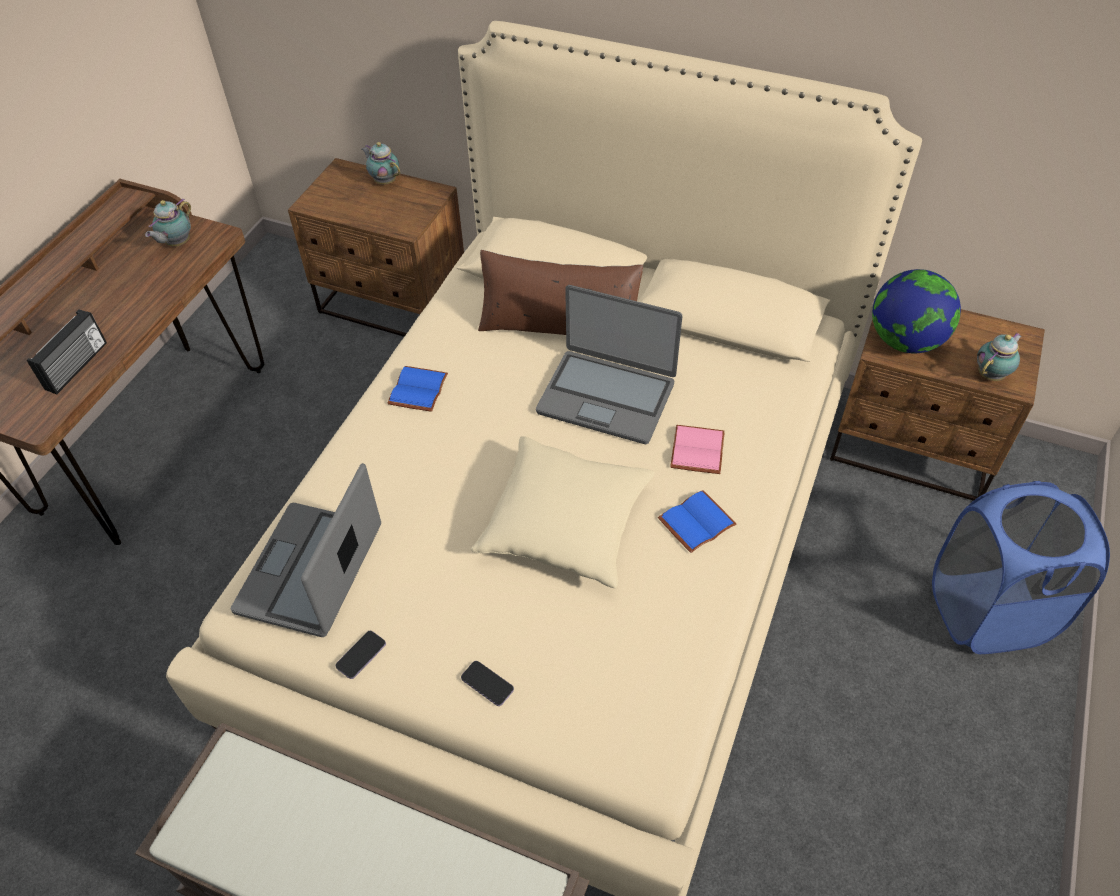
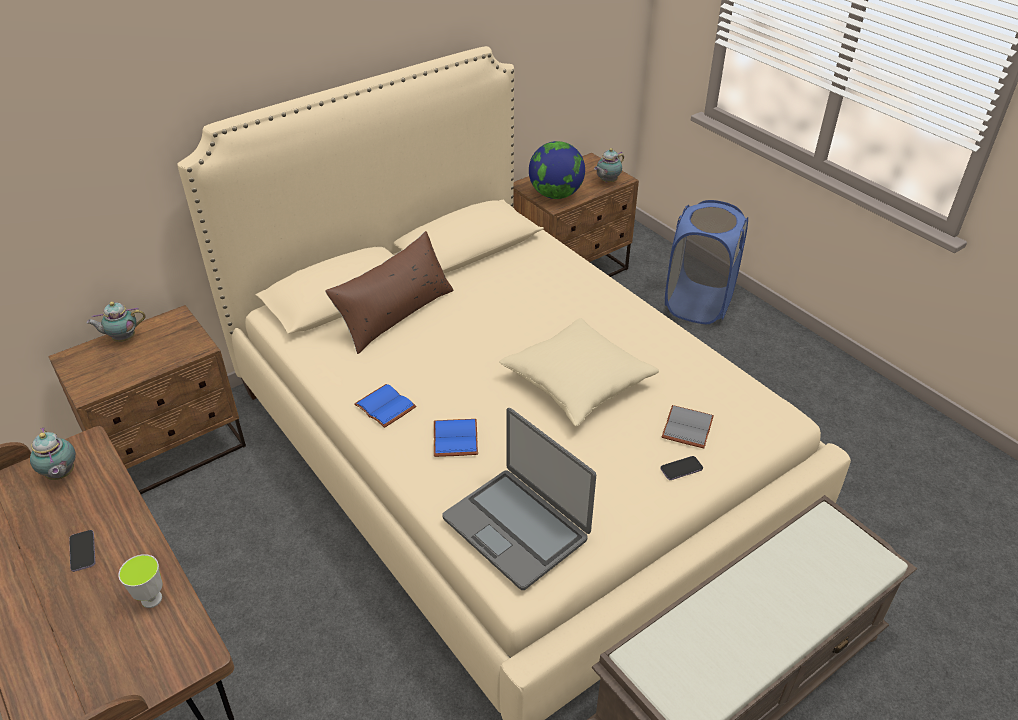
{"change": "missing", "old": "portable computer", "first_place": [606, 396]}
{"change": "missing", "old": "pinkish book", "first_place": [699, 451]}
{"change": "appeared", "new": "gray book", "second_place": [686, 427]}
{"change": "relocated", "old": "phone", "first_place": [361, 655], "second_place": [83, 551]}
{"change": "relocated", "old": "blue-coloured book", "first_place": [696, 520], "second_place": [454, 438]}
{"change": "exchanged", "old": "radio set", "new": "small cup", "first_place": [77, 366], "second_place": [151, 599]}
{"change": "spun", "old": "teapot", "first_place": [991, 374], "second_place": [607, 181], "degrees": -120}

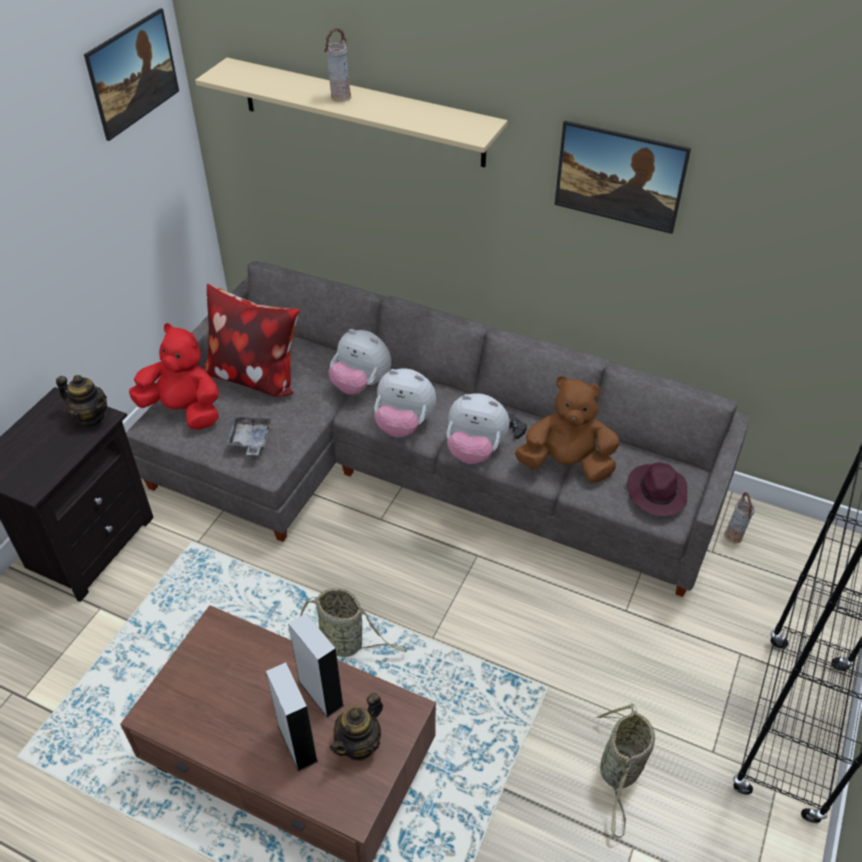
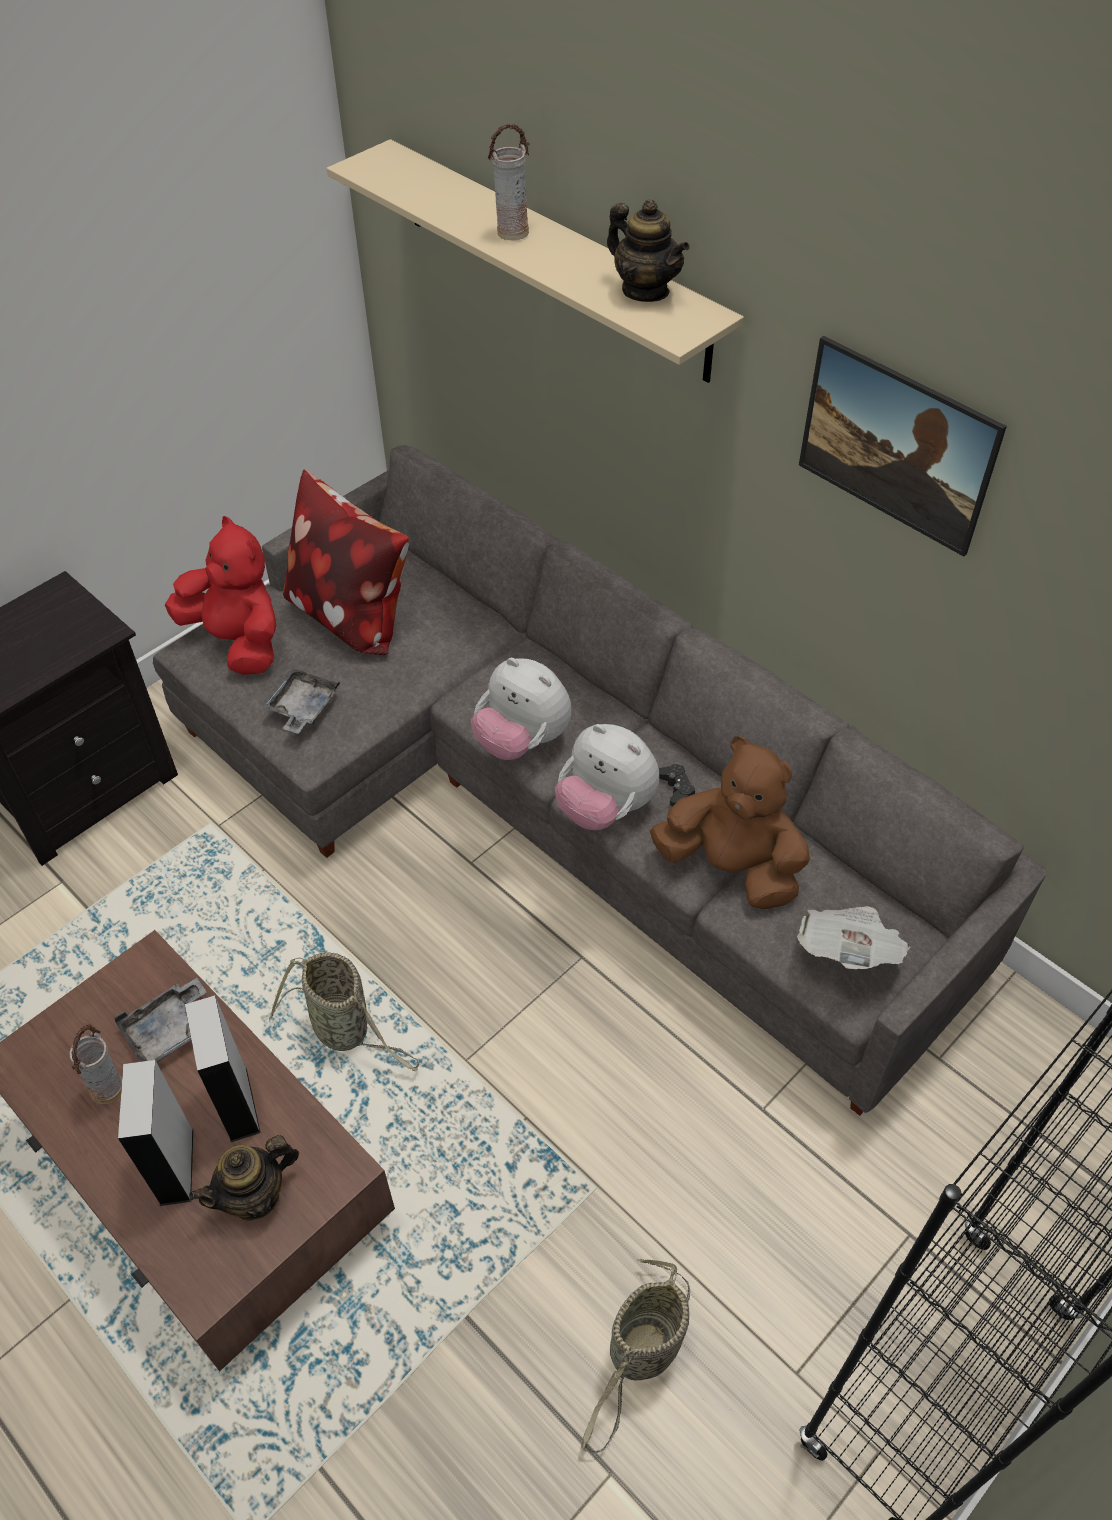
{"change": "missing", "old": "wall picture", "first_place": [138, 94]}
{"change": "missing", "old": "plush toy", "first_place": [361, 385]}
{"change": "appeared", "new": "gray serving tray", "second_place": [169, 1030]}
{"change": "relocated", "old": "teapot", "first_place": [91, 417], "second_place": [645, 291]}
{"change": "relocated", "old": "flower vase", "first_place": [734, 536], "second_place": [109, 1089]}
{"change": "exchanged", "old": "purple-coloured wearable hat", "new": "daily paper", "first_place": [656, 492], "second_place": [848, 951]}

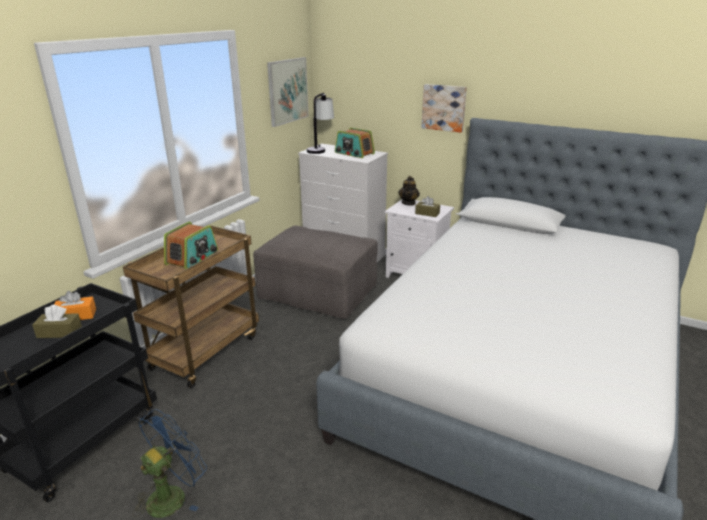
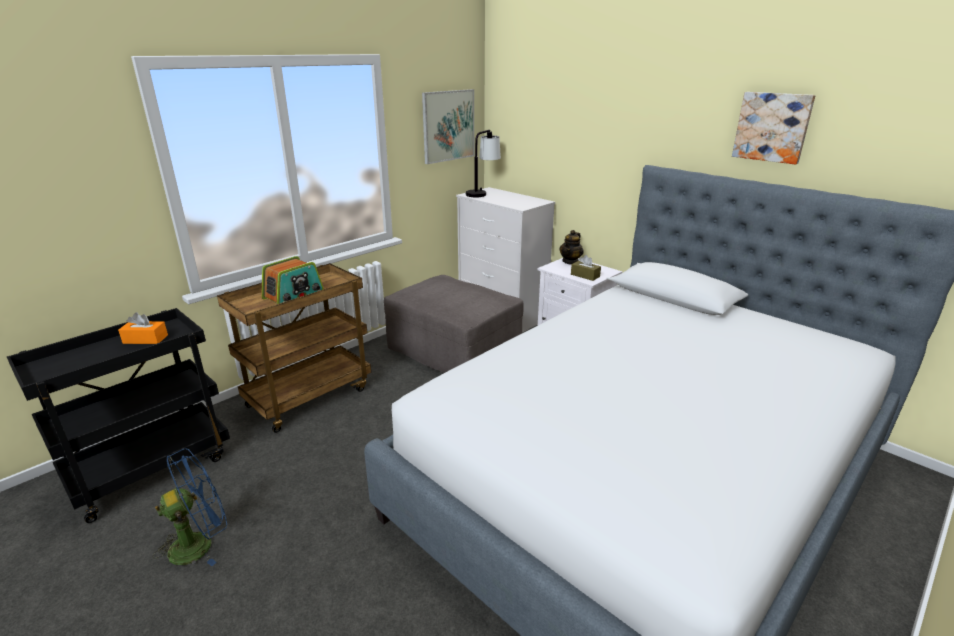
{"change": "missing", "old": "brownish tissue holder", "first_place": [59, 332]}
{"change": "missing", "old": "radio set", "first_place": [354, 153]}
{"change": "relocated", "old": "wall picture", "first_place": [444, 107], "second_place": [772, 127]}

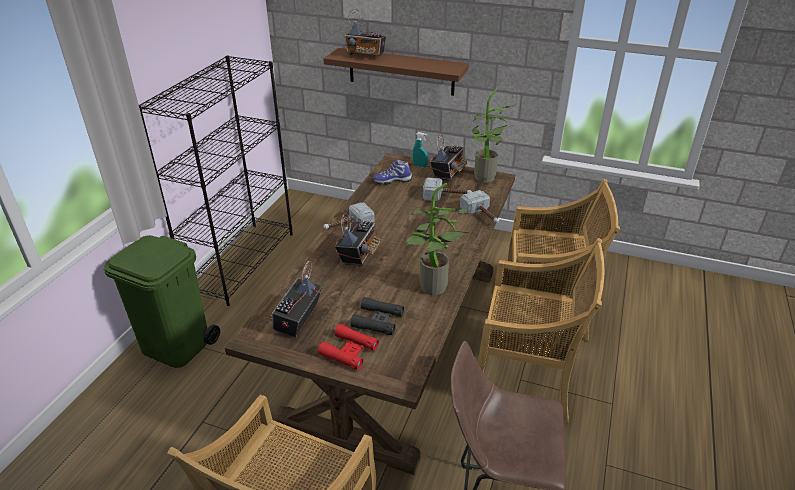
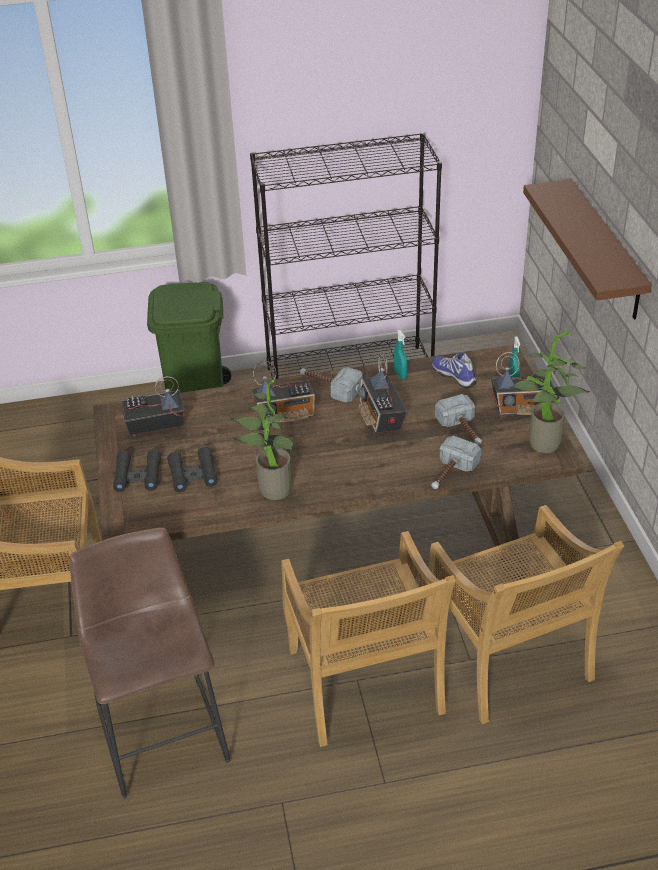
{"change": "appeared", "new": "blue-green sprayer", "second_place": [400, 374]}
{"change": "relocated", "old": "radio set", "first_place": [366, 55], "second_place": [381, 419]}
{"change": "colour", "old": "red-coloured pair of binoculars", "new": "black-coloured pair of binoculars", "first_place": [349, 351], "second_place": [138, 476]}

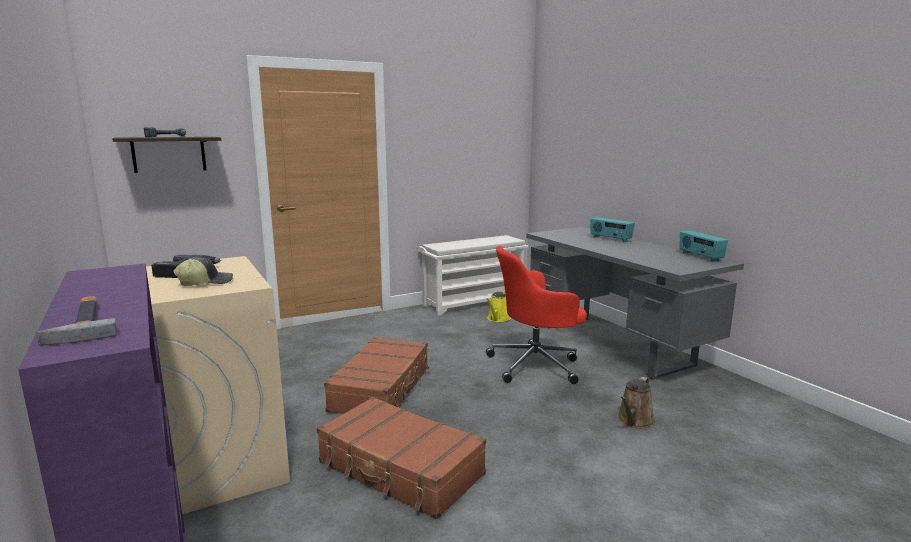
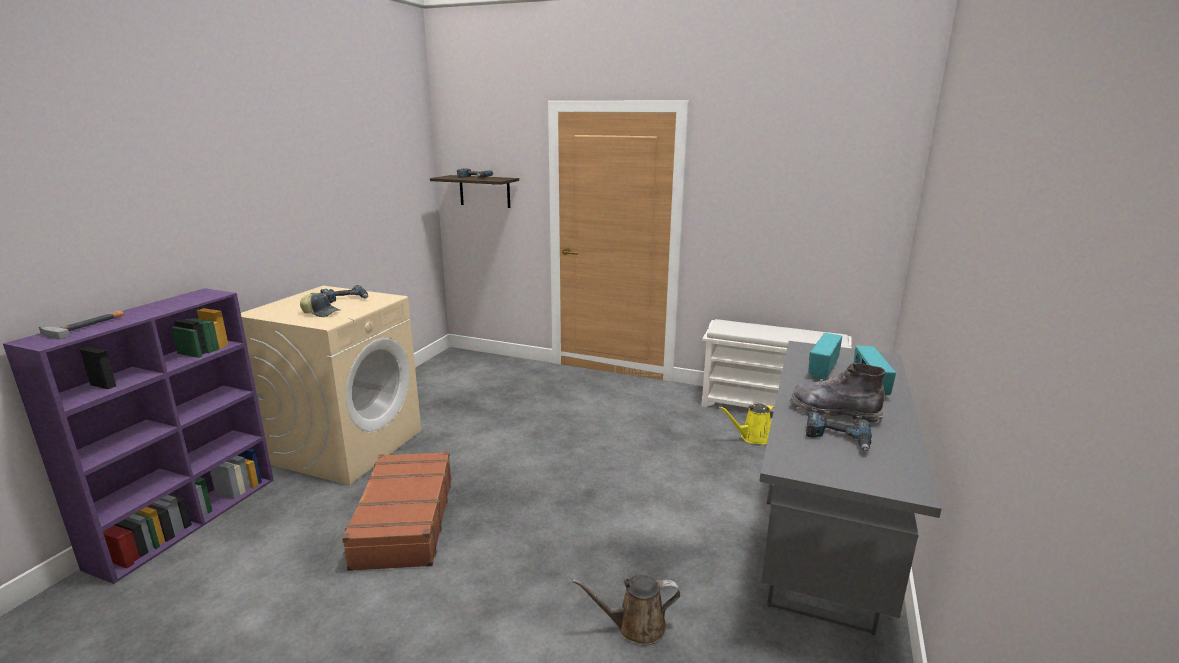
{"change": "missing", "old": "brownish travel case", "first_place": [382, 389]}
{"change": "missing", "old": "red-coloured office chair", "first_place": [536, 365]}
{"change": "appeared", "new": "gray tall boot", "second_place": [834, 412]}
{"change": "appeared", "new": "power drill", "second_place": [837, 438]}
{"change": "relocated", "old": "radio set", "first_place": [700, 257], "second_place": [822, 369]}

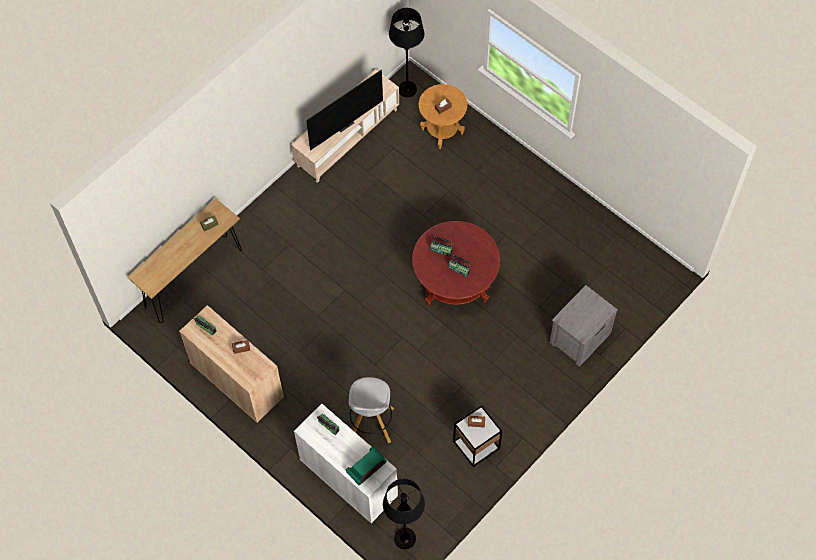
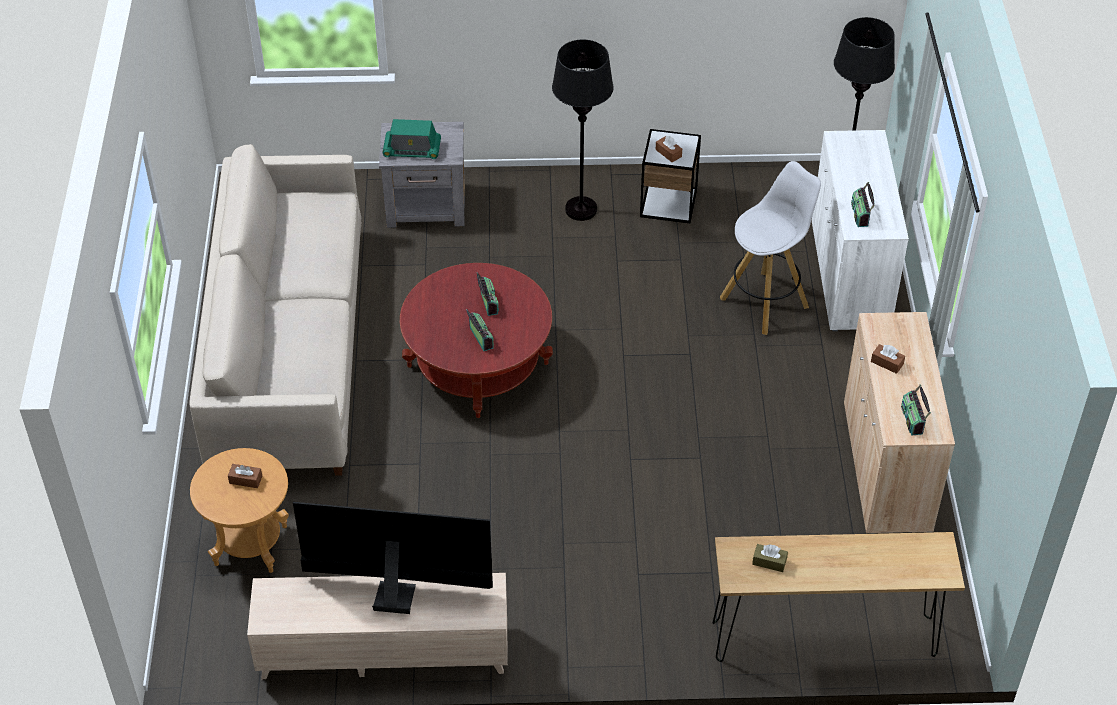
{"change": "appeared", "new": "beige settee", "second_place": [288, 348]}
{"change": "relocated", "old": "radio set", "first_place": [366, 467], "second_place": [412, 150]}
{"change": "relocated", "old": "black-coloured standard lamp", "first_place": [407, 89], "second_place": [580, 209]}

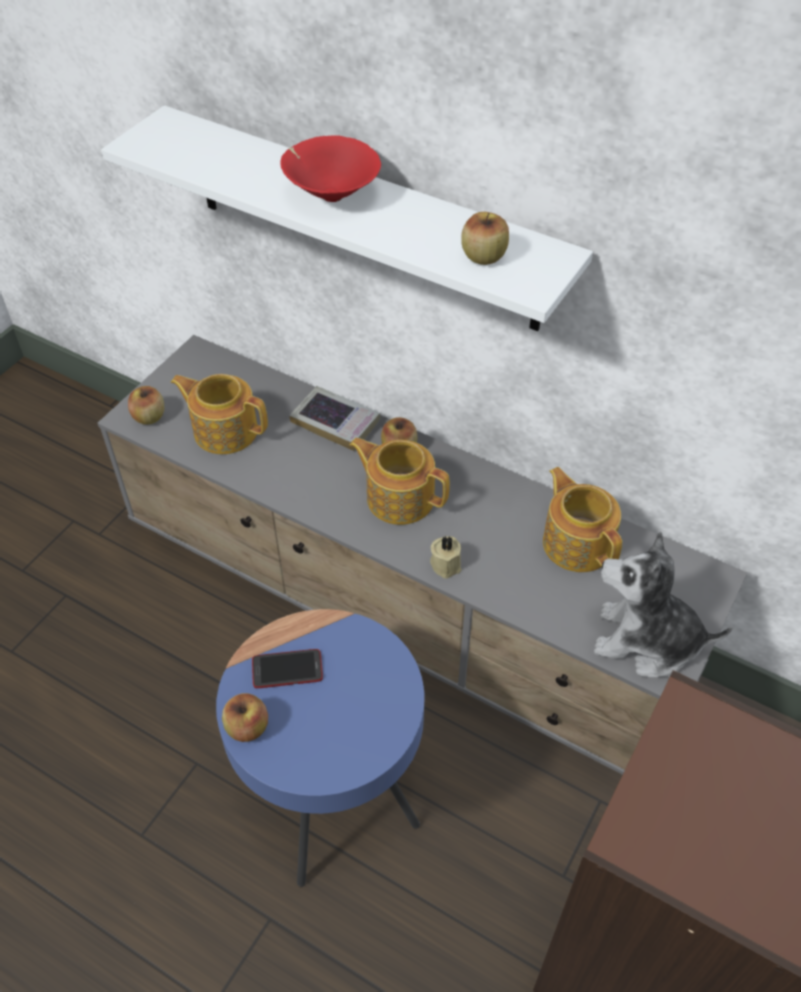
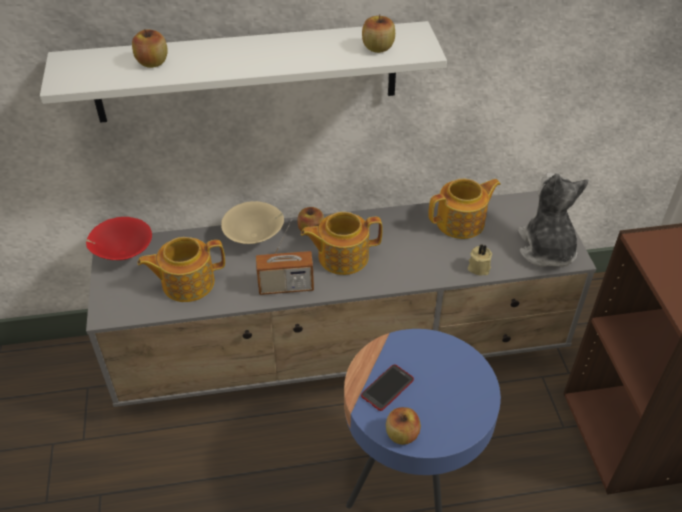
{"change": "appeared", "new": "radio set", "second_place": [286, 286]}
{"change": "relocated", "old": "apple", "first_place": [149, 417], "second_place": [152, 62]}
{"change": "relocated", "old": "red-coloured deep dish", "first_place": [330, 195], "second_place": [122, 254]}
{"change": "relocated", "old": "beige wax light", "first_place": [446, 563], "second_place": [478, 267]}
{"change": "exchanged", "old": "book", "new": "beige deep dish", "first_place": [335, 422], "second_place": [255, 238]}
{"change": "spun", "old": "teapot", "first_place": [577, 542], "second_place": [461, 222], "degrees": 135}
{"change": "spun", "old": "plush toy", "first_place": [646, 641], "second_place": [546, 249], "degrees": 105}

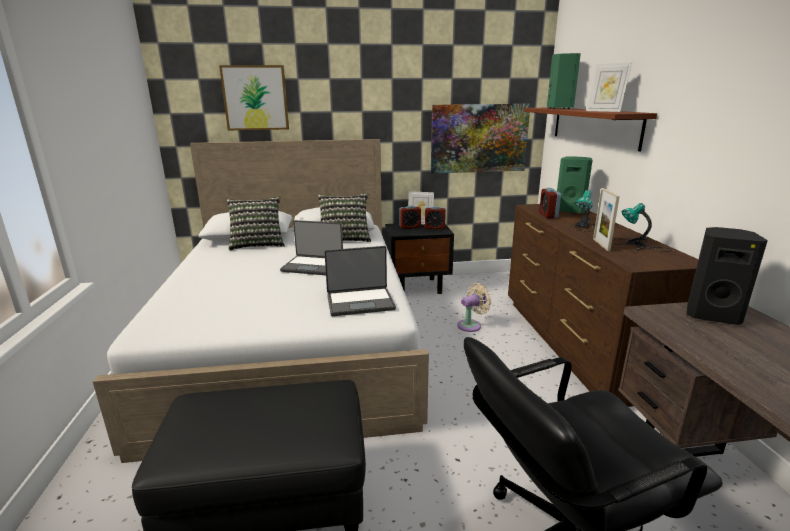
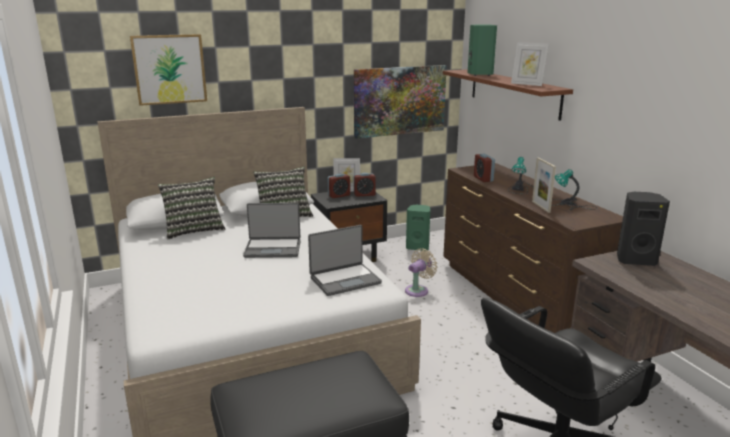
{"change": "relocated", "old": "green-coloured speaker", "first_place": [570, 211], "second_place": [418, 247]}

